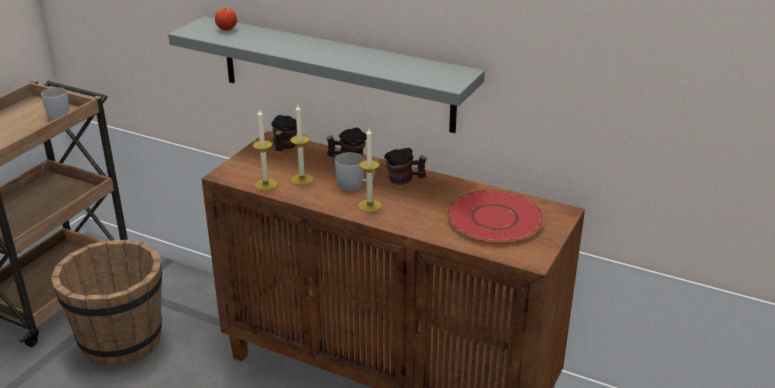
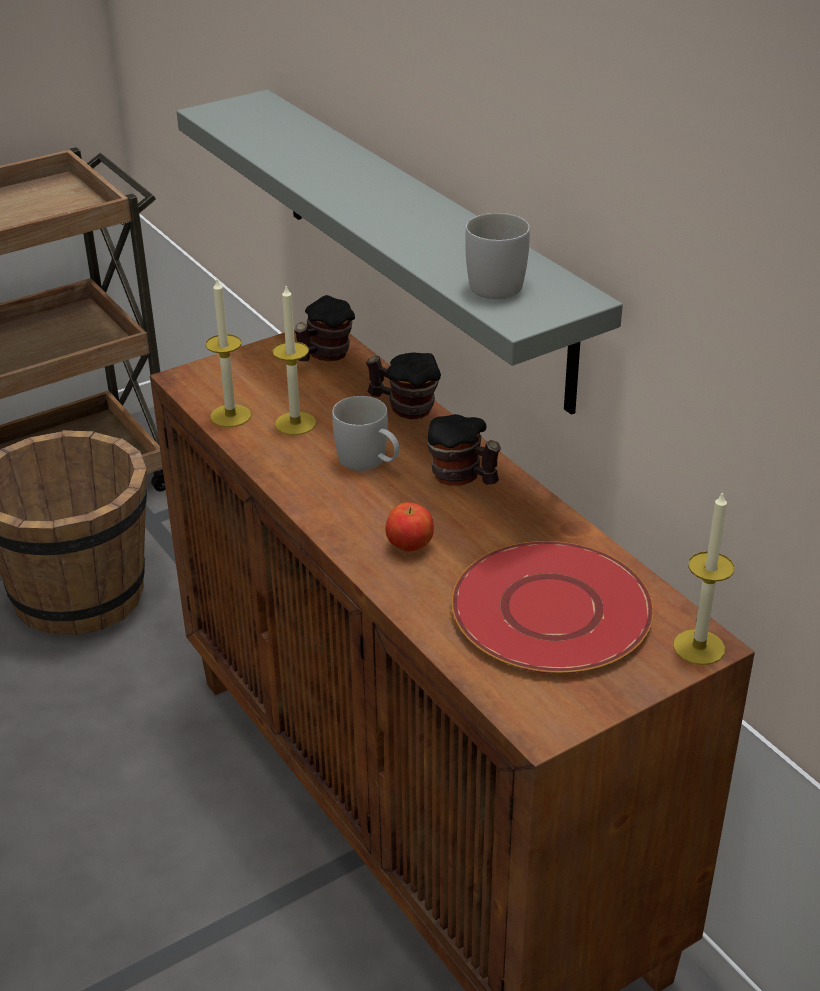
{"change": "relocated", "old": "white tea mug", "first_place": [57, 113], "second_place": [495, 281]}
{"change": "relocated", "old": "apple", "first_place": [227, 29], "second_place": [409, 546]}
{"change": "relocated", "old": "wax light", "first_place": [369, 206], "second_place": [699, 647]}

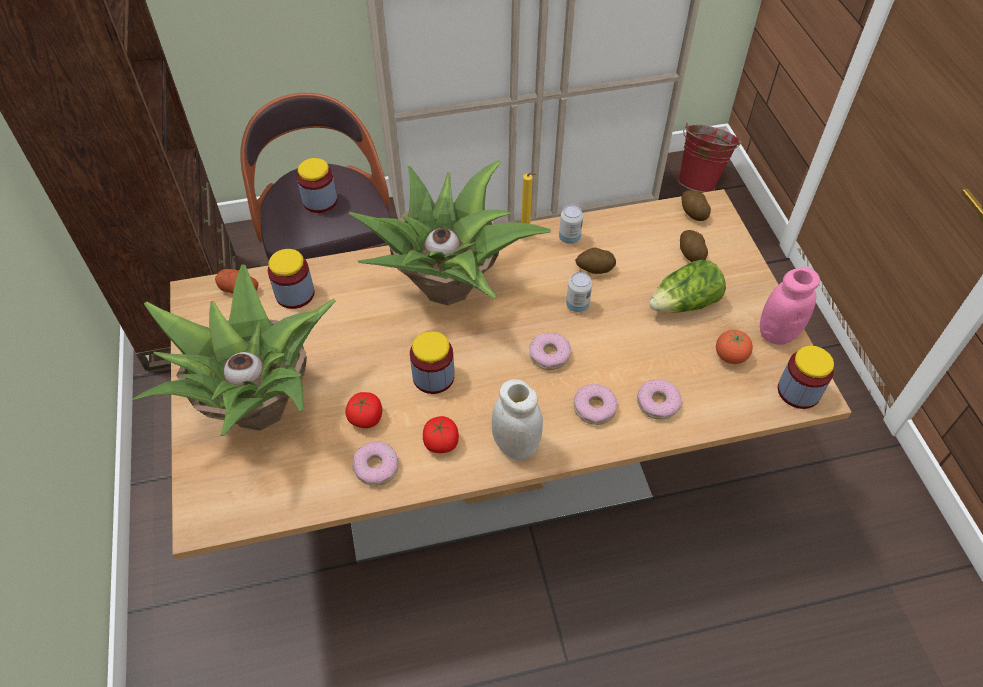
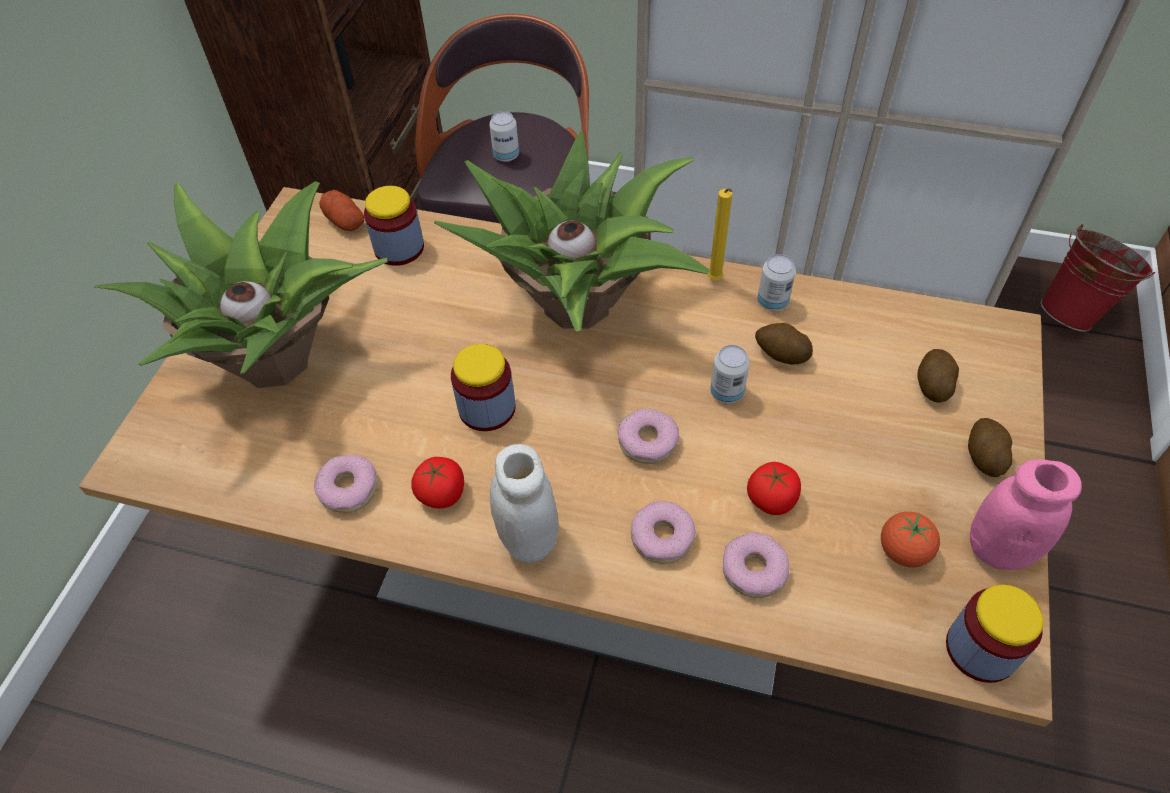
{"change": "missing", "old": "lettuce", "first_place": [684, 304]}
{"change": "relocated", "old": "fresh tomato", "first_place": [366, 418], "second_place": [771, 499]}
{"change": "relocated", "old": "spud", "first_place": [693, 213], "second_place": [984, 456]}
{"change": "exchanged", "old": "storage jar", "new": "sealed can", "first_place": [320, 201], "second_place": [506, 155]}

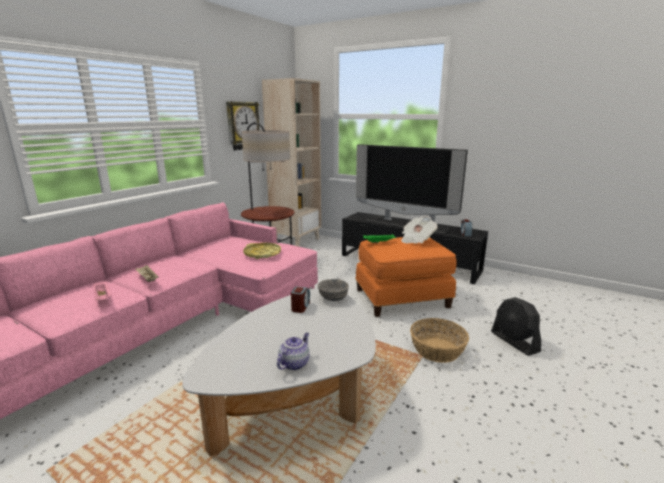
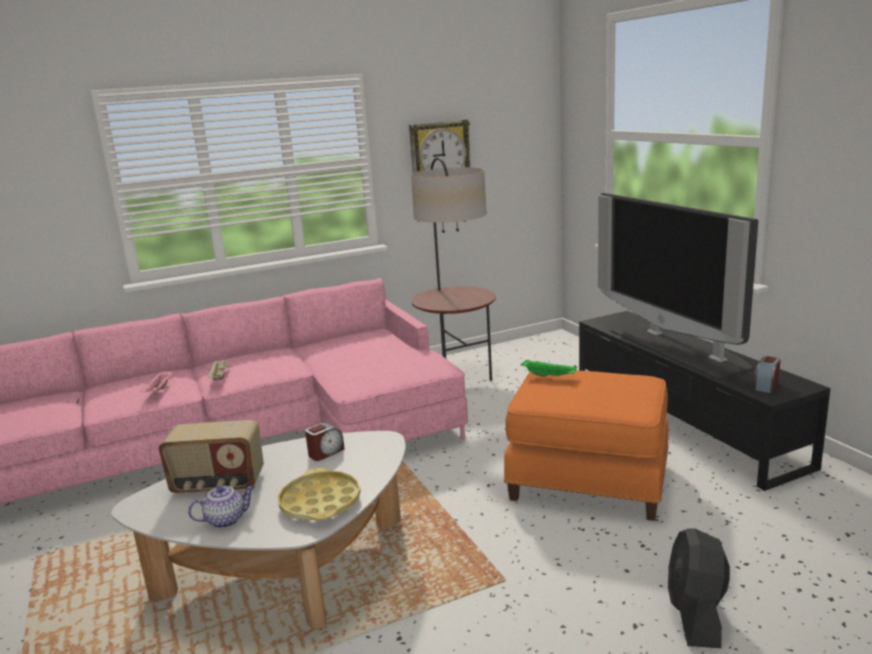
{"change": "missing", "old": "beige bookcase", "first_place": [296, 241]}
{"change": "missing", "old": "gray deep dish", "first_place": [333, 298]}
{"change": "missing", "old": "daily paper", "first_place": [416, 239]}
{"change": "missing", "old": "basket", "first_place": [437, 350]}
{"change": "appeared", "new": "radio set", "second_place": [218, 485]}
{"change": "relocated", "old": "yellow-coloured serving tray", "first_place": [262, 254], "second_place": [320, 502]}

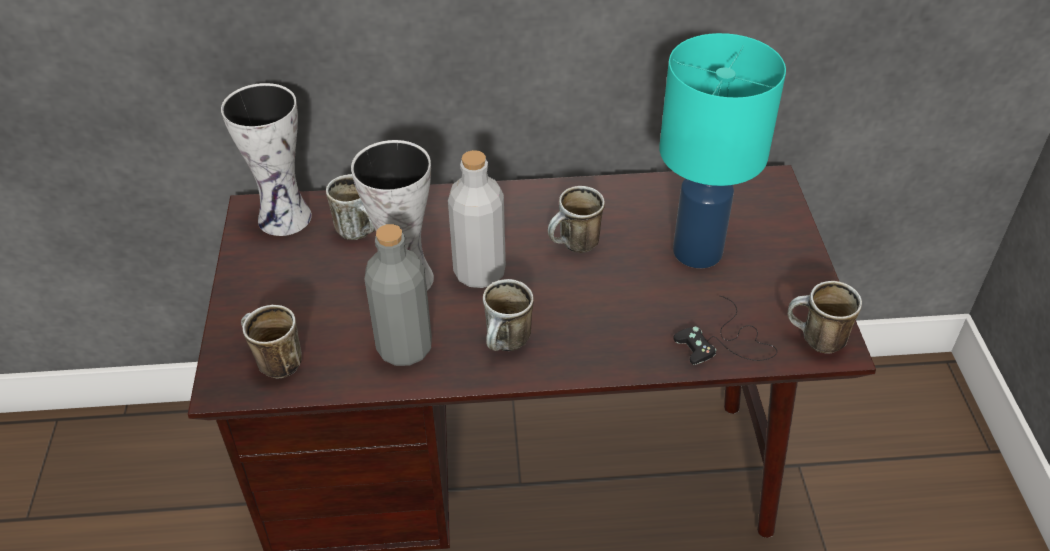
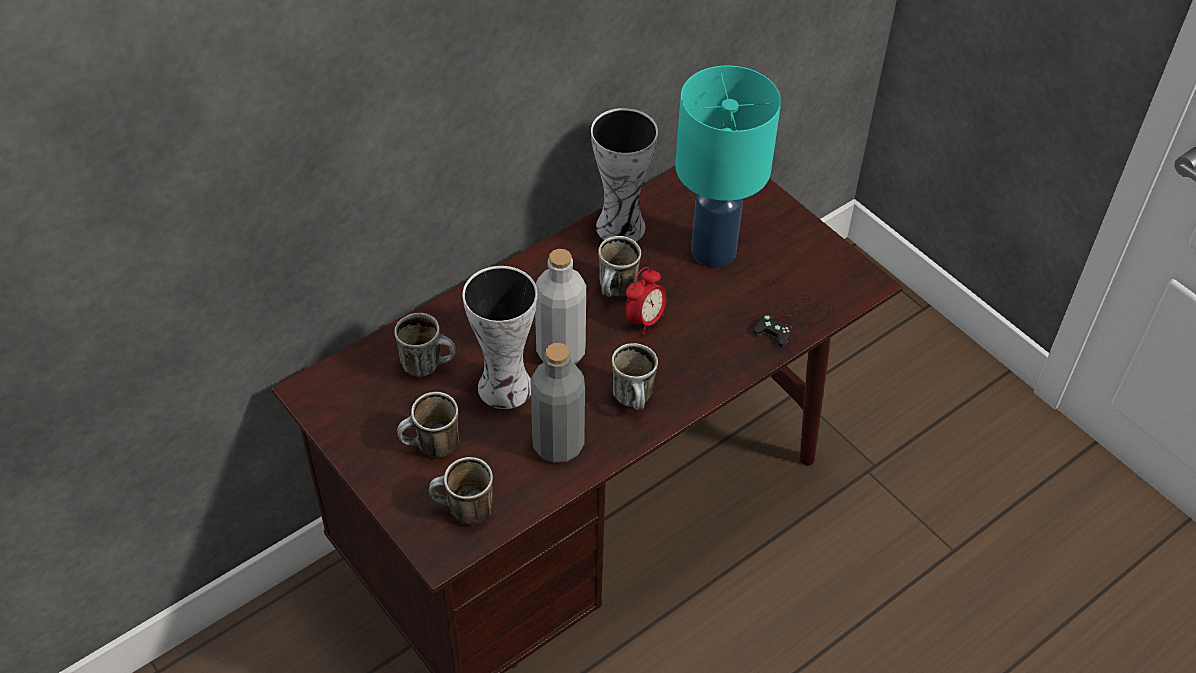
{"change": "appeared", "new": "bedside clock", "second_place": [644, 320]}
{"change": "relocated", "old": "flower vase", "first_place": [287, 218], "second_place": [623, 226]}
{"change": "relocated", "old": "tea mug", "first_place": [815, 341], "second_place": [431, 448]}

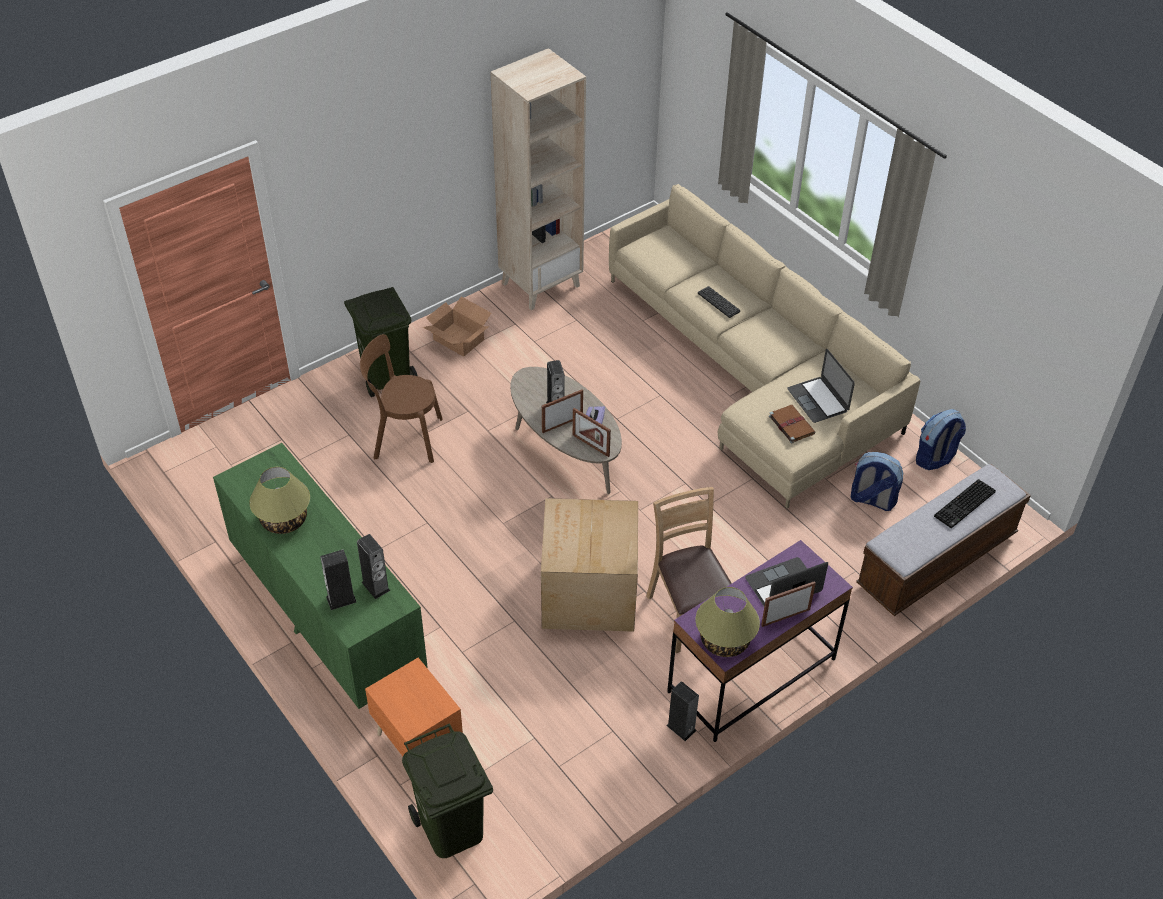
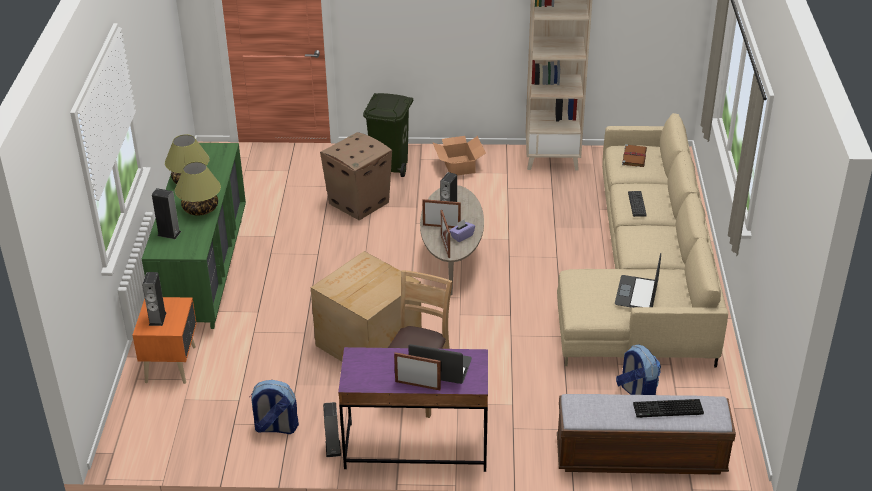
{"change": "missing", "old": "green-coloured rubbish bin", "first_place": [450, 828]}
{"change": "relocated", "old": "speaker", "first_place": [375, 586], "second_place": [157, 318]}
{"change": "relocated", "old": "tabletop lamp", "first_place": [724, 641], "second_place": [200, 208]}
{"change": "relocated", "old": "brownish book", "first_place": [791, 424], "second_place": [634, 157]}
{"change": "relocated", "old": "rucksack", "first_place": [935, 458], "second_place": [275, 427]}
{"change": "exchanged", "old": "brownish upright chair", "new": "carton", "first_place": [404, 437], "second_place": [359, 203]}

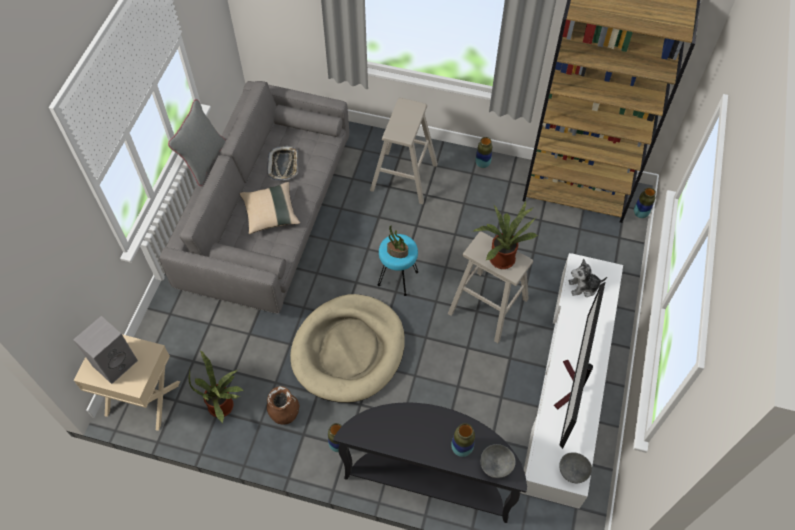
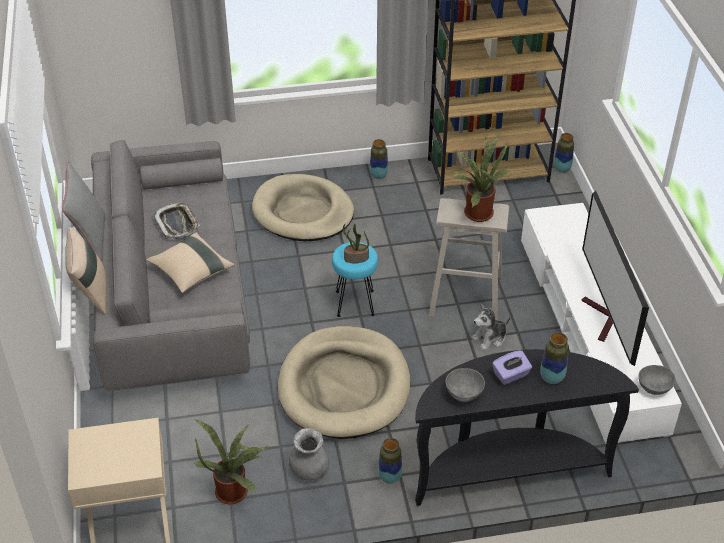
{"change": "missing", "old": "gray speaker", "first_place": [115, 362]}
{"change": "appeared", "new": "beige cushion", "second_place": [91, 293]}
{"change": "appeared", "new": "purple-coloured tissue holder", "second_place": [511, 375]}
{"change": "relocated", "old": "gray deep dish", "first_place": [495, 465], "second_place": [463, 394]}
{"change": "relocated", "old": "plush toy", "first_place": [584, 287], "second_place": [489, 338]}
{"change": "exchanged", "old": "beige stool seat", "new": "beige dog cushion", "first_place": [404, 177], "second_place": [303, 212]}
{"change": "colour", "old": "brownish flower vase", "new": "gray flower vase", "first_place": [284, 413], "second_place": [309, 471]}

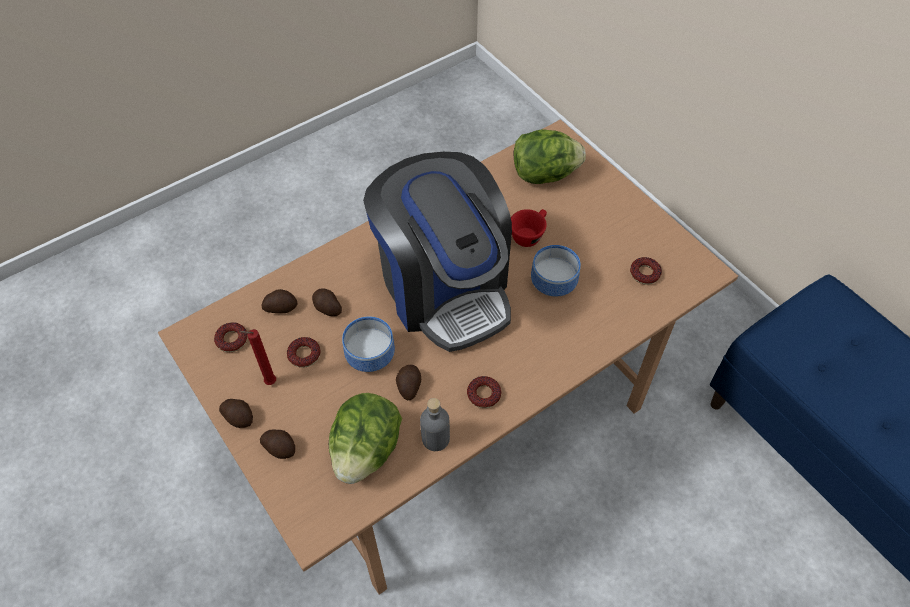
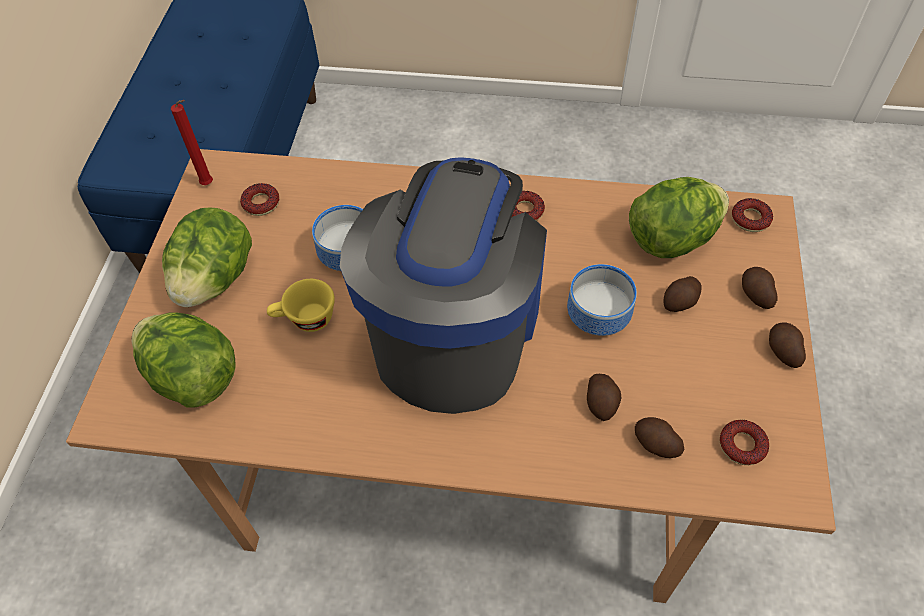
{"change": "missing", "old": "gray bottle", "first_place": [435, 438]}
{"change": "appeared", "new": "lettuce", "second_place": [215, 279]}
{"change": "relocated", "old": "red-coloured wax light", "first_place": [268, 382], "second_place": [209, 185]}
{"change": "relocated", "old": "ring doughnut", "first_place": [304, 355], "second_place": [750, 219]}
{"change": "relocated", "old": "spud", "first_place": [408, 386], "second_place": [681, 301]}
{"change": "colour", "old": "red-coloured small cup", "new": "yellow-coloured small cup", "first_place": [529, 234], "second_place": [305, 320]}

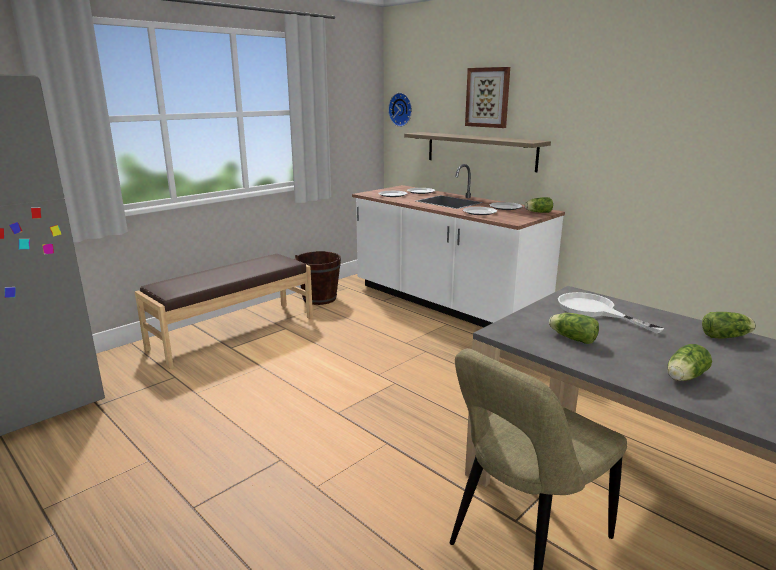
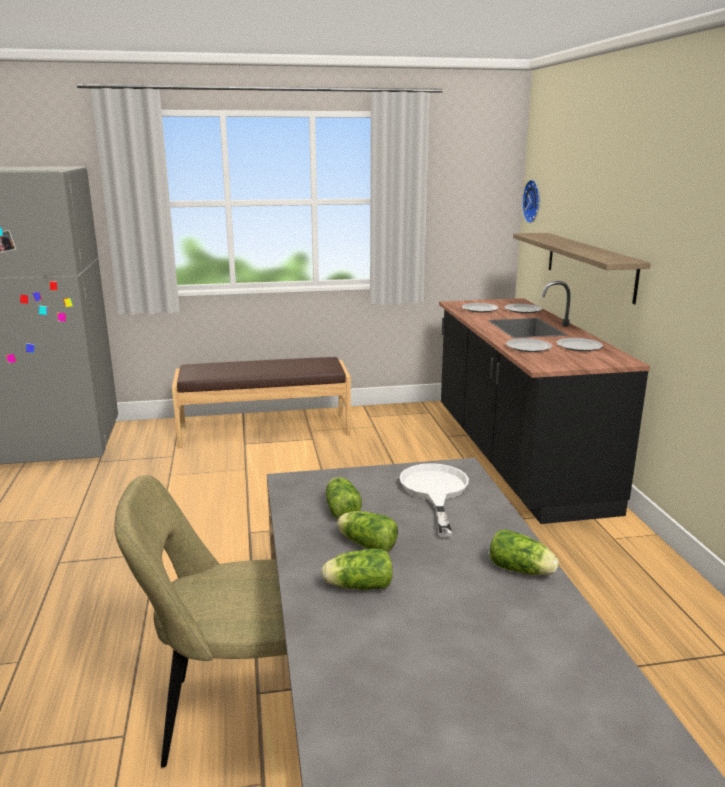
{"change": "missing", "old": "brownish water bucket", "first_place": [319, 298]}
{"change": "missing", "old": "wall picture", "first_place": [488, 97]}
{"change": "relocated", "old": "lettuce", "first_place": [537, 212], "second_place": [366, 544]}
{"change": "colour", "old": "white kitchen counter", "new": "black-coloured kitchen counter", "first_place": [446, 303], "second_place": [516, 458]}

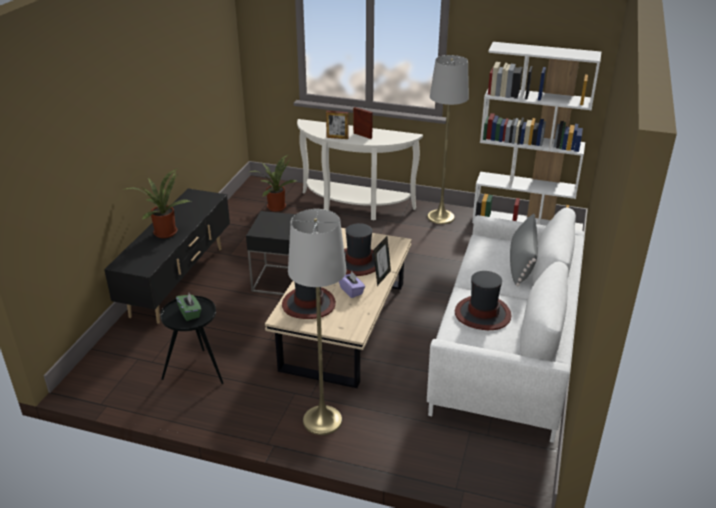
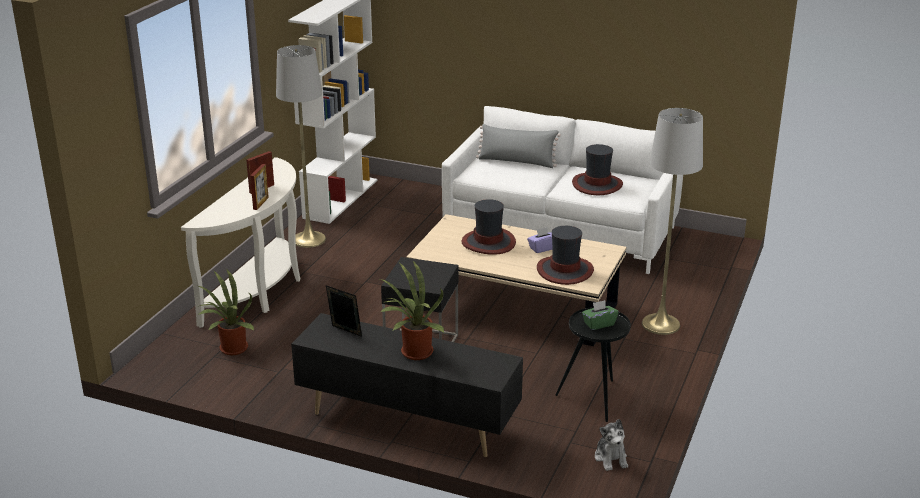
{"change": "appeared", "new": "plush toy", "second_place": [611, 458]}
{"change": "relocated", "old": "photo frame", "first_place": [381, 277], "second_place": [345, 332]}

